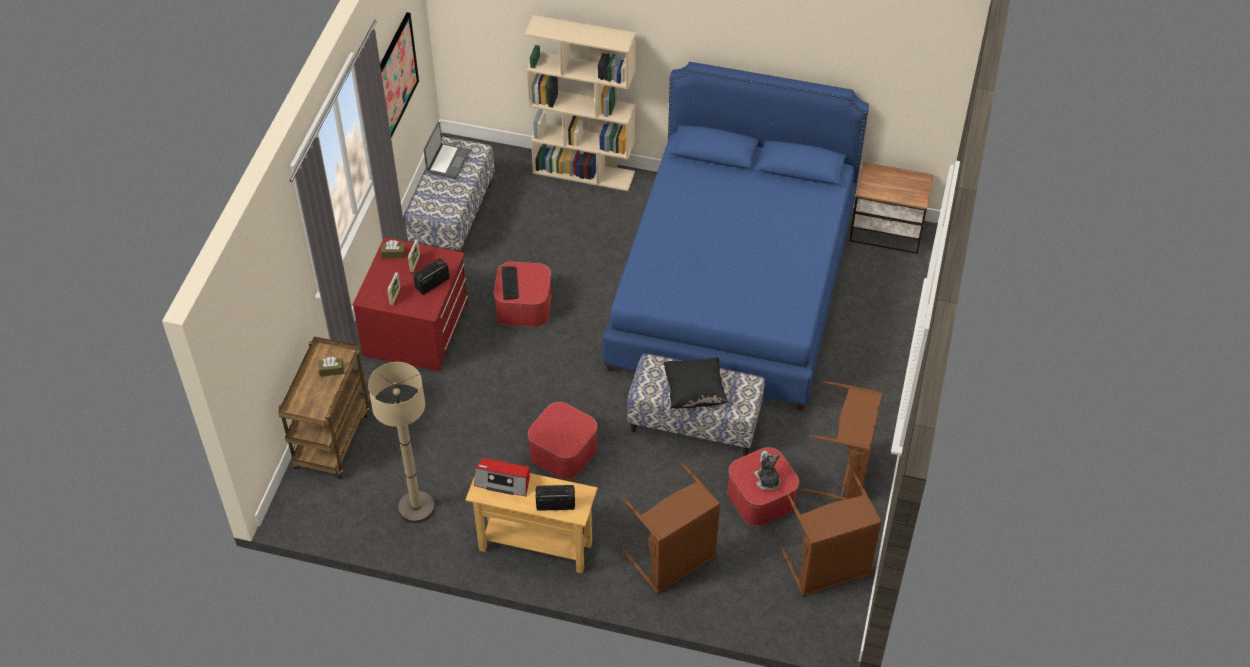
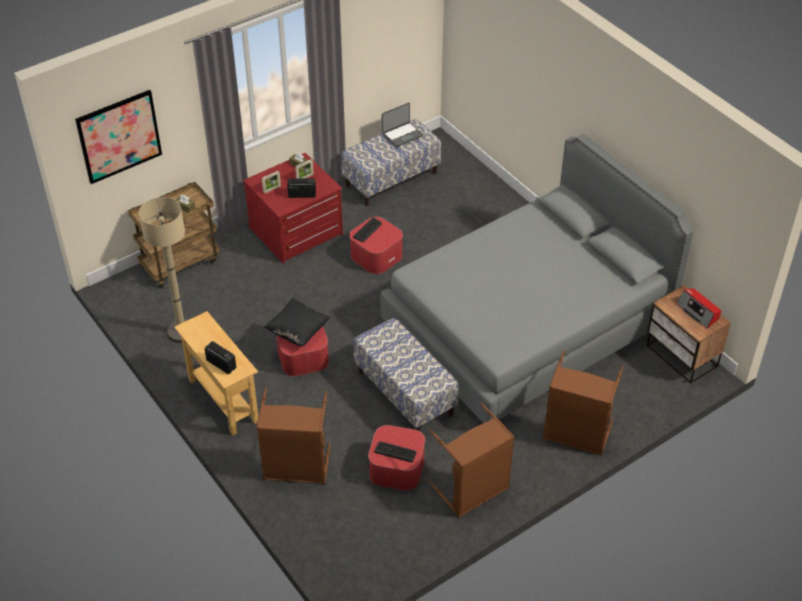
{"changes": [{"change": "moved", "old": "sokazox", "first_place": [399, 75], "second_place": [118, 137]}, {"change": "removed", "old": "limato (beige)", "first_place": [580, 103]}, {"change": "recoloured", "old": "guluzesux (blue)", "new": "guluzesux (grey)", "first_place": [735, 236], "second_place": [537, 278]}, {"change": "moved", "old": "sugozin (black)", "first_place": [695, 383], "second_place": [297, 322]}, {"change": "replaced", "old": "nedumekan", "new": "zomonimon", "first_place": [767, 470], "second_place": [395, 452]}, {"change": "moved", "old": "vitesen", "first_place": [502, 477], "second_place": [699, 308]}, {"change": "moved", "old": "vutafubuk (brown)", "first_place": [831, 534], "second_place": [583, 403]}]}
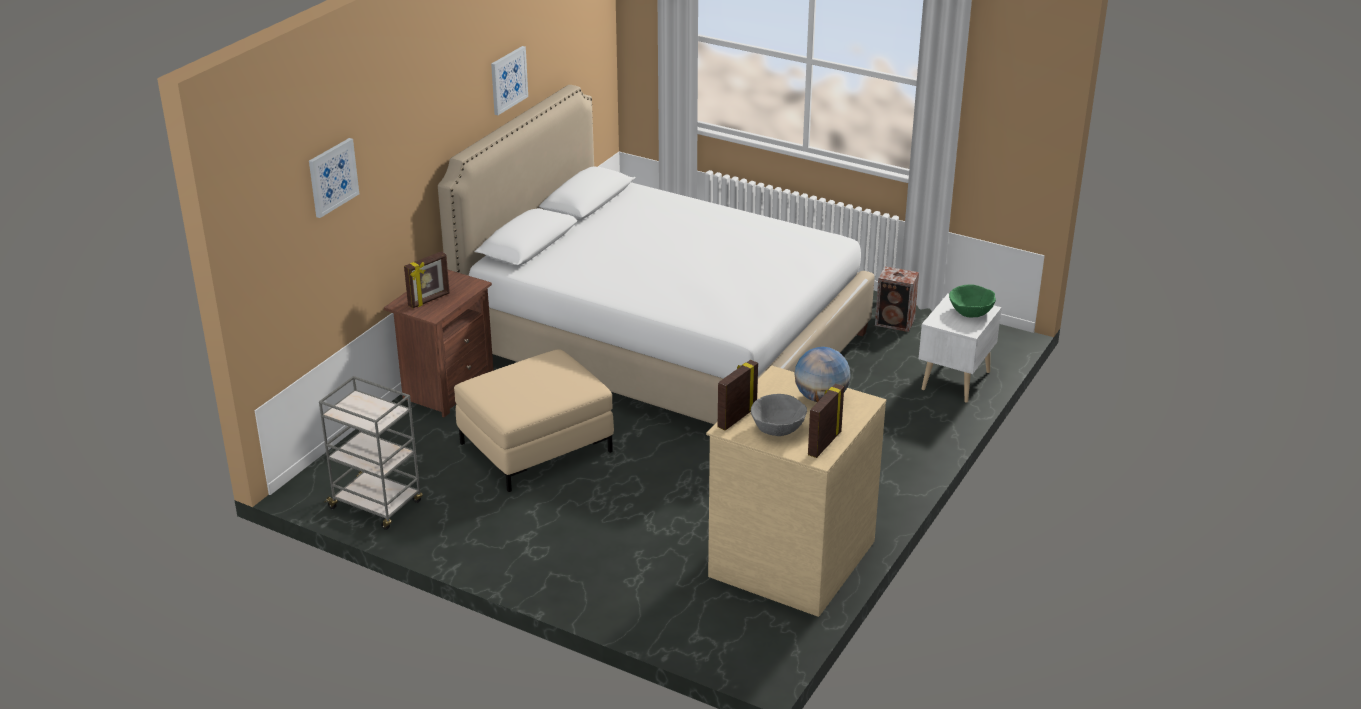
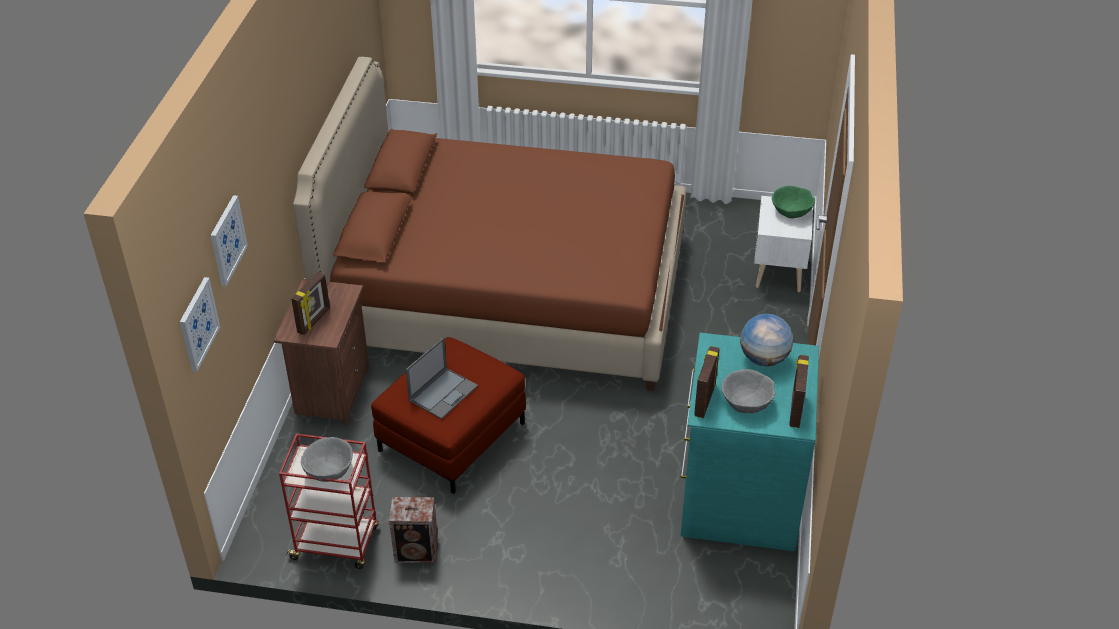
{"changes": [{"change": "moved", "old": "sokazox", "first_place": [509, 80], "second_place": [200, 324]}, {"change": "recoloured", "old": "guluzesux (white)", "new": "guluzesux (brown)", "first_place": [656, 254], "second_place": [489, 224]}, {"change": "moved", "old": "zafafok", "first_place": [897, 299], "second_place": [413, 530]}, {"change": "recoloured", "old": "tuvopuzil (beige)", "new": "tuvopuzil (red)", "first_place": [534, 420], "second_place": [448, 415]}, {"change": "recoloured", "old": "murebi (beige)", "new": "murebi (turquoise)", "first_place": [796, 491], "second_place": [750, 442]}, {"change": "recoloured", "old": "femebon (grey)", "new": "femebon (red)", "first_place": [371, 453], "second_place": [329, 501]}, {"change": "added", "new": "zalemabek", "second_place": [442, 378]}, {"change": "added", "new": "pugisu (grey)", "second_place": [326, 459]}]}
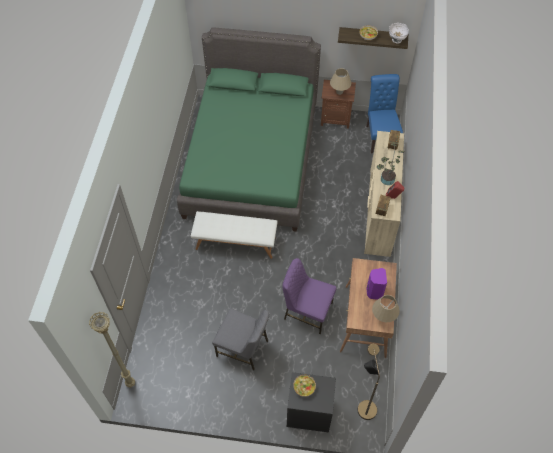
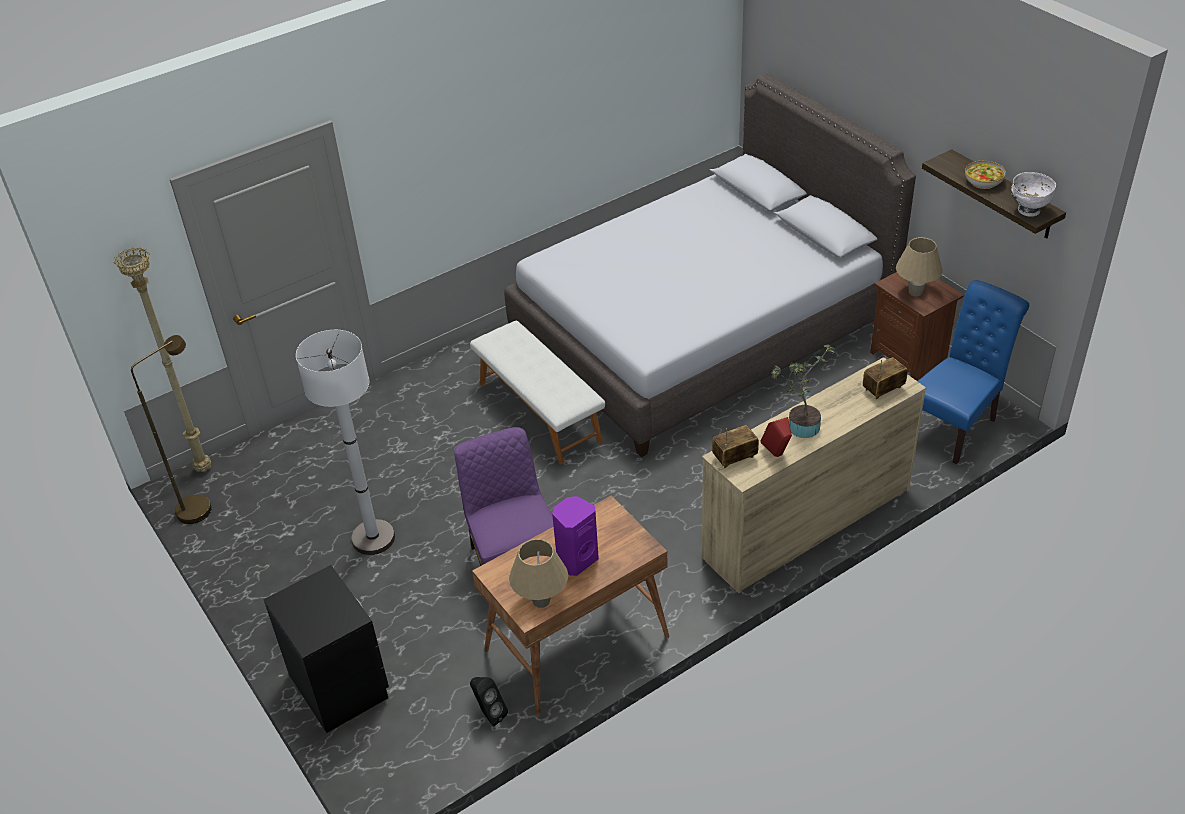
{"changes": [{"change": "recoloured", "old": "guluzesux (green)", "new": "guluzesux (grey)", "first_place": [249, 129], "second_place": [710, 265]}, {"change": "replaced", "old": "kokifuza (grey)", "new": "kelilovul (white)", "first_place": [241, 339], "second_place": [345, 442]}, {"change": "moved", "old": "kelilovul (brown)", "first_place": [369, 382], "second_place": [171, 429]}, {"change": "removed", "old": "pugisu", "first_place": [304, 386]}]}
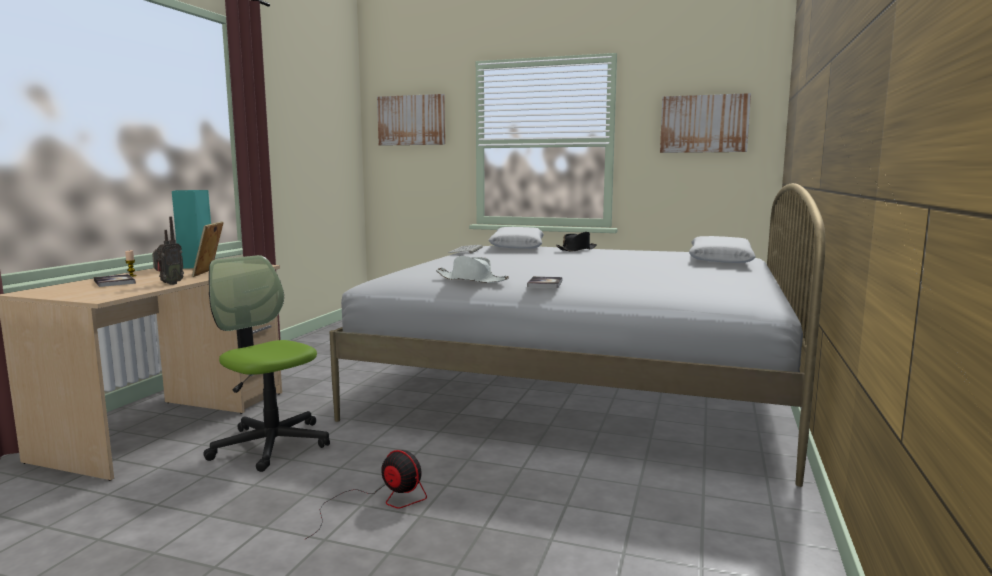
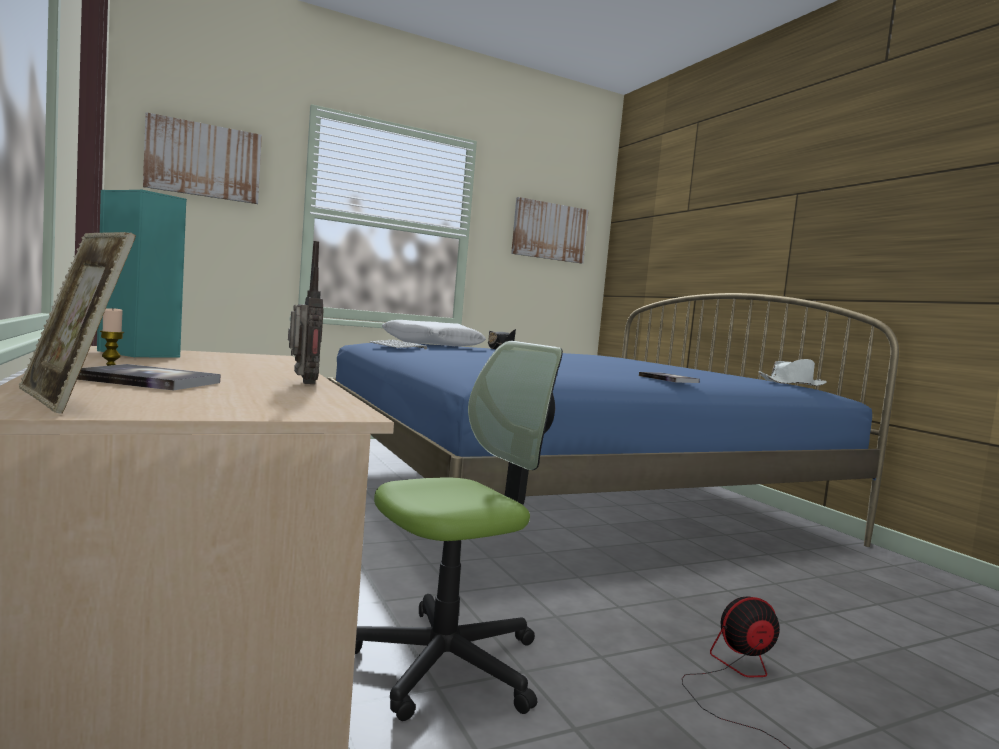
{"changes": [{"change": "recoloured", "old": "guluzesux (white)", "new": "guluzesux (blue)", "first_place": [577, 335], "second_place": [613, 420]}, {"change": "moved", "old": "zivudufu", "first_place": [208, 249], "second_place": [77, 323]}, {"change": "removed", "old": "sugozin (white)", "first_place": [722, 249]}, {"change": "turned", "old": "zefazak", "first_place": [266, 363], "second_place": [459, 531], "degrees": 150}, {"change": "moved", "old": "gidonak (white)", "first_place": [472, 269], "second_place": [793, 372]}]}
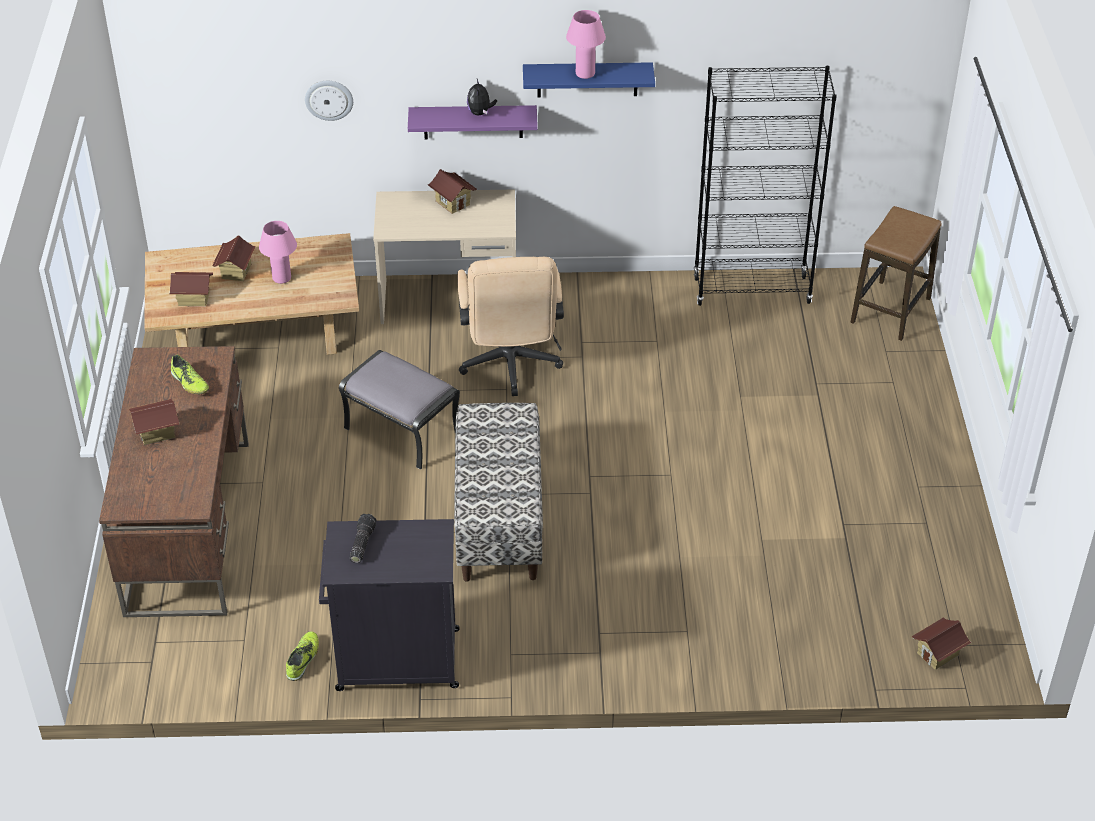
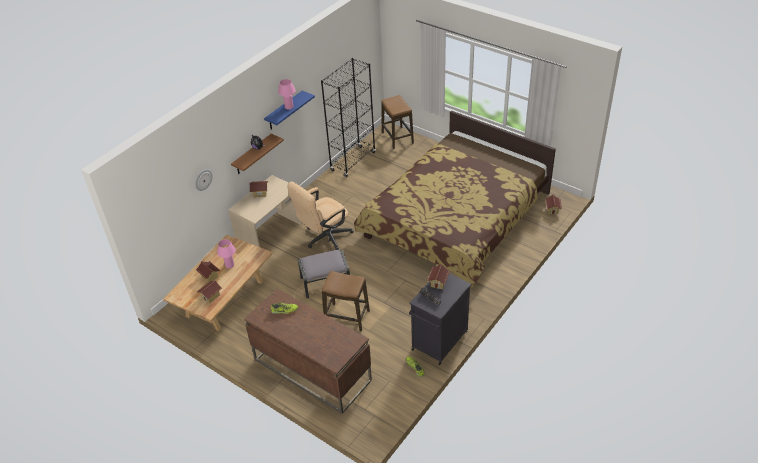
{"changes": [{"change": "recoloured", "old": "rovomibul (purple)", "new": "rovomibul (brown)", "first_place": [473, 122], "second_place": [257, 154]}, {"change": "turned", "old": "zefazak (beige)", "first_place": [510, 326], "second_place": [320, 215], "degrees": 105}, {"change": "moved", "old": "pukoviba", "first_place": [154, 422], "second_place": [438, 276]}, {"change": "removed", "old": "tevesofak", "first_place": [498, 492]}, {"change": "added", "new": "guluzesux", "second_place": [455, 199]}, {"change": "added", "new": "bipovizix", "second_place": [346, 301]}]}
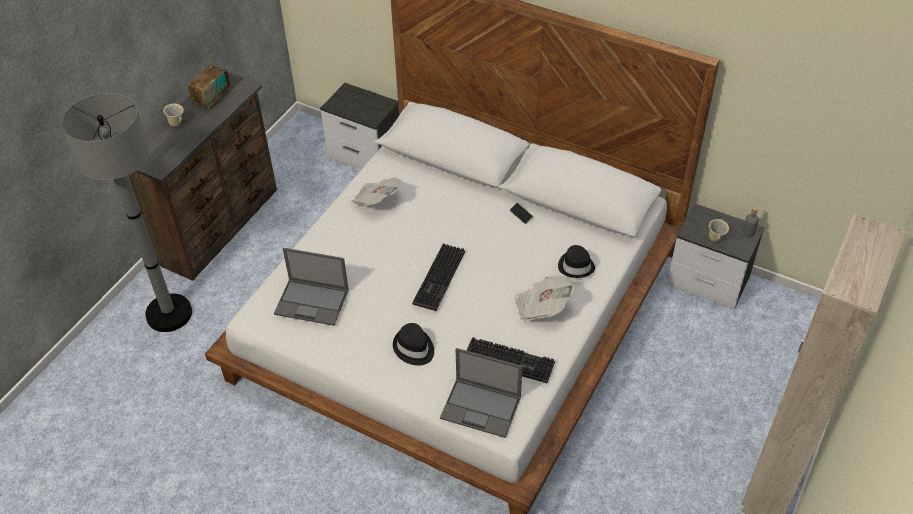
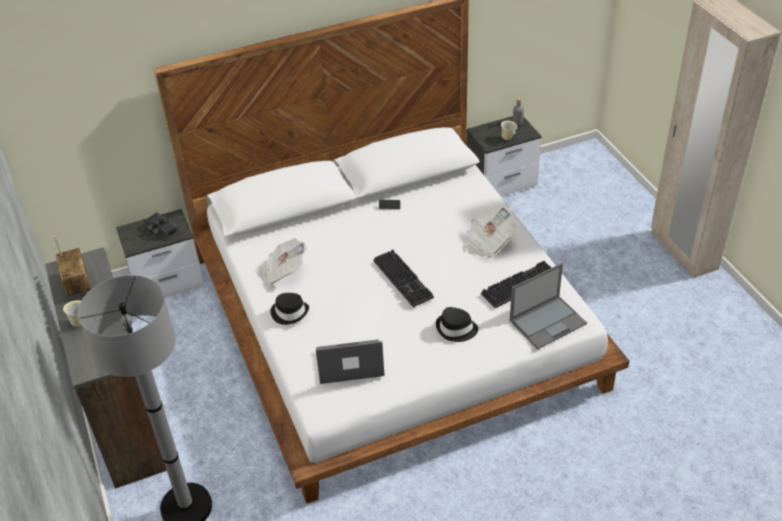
{"changes": [{"change": "moved", "old": "gidonak (black)", "first_place": [576, 261], "second_place": [289, 309]}, {"change": "turned", "old": "zalemabek", "first_place": [311, 287], "second_place": [350, 361], "degrees": -150}, {"change": "added", "new": "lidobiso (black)", "second_place": [161, 225]}]}
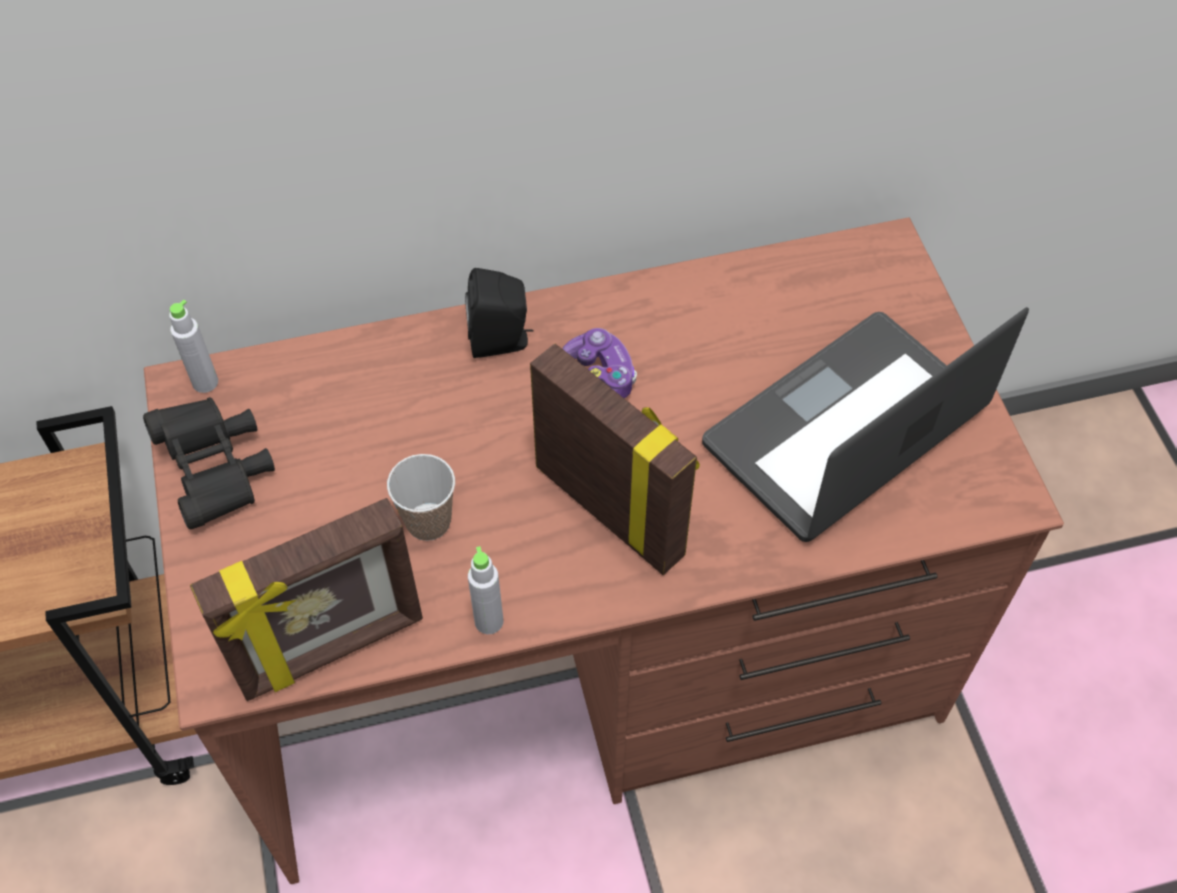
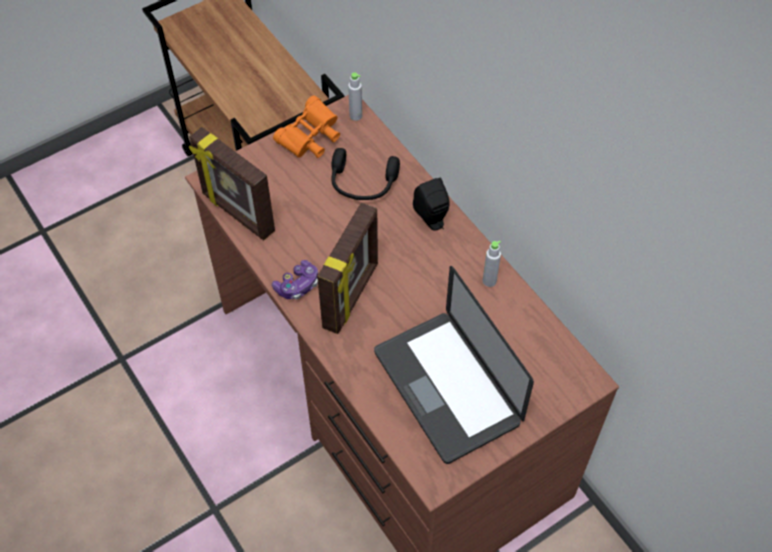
{"changes": [{"change": "turned", "old": "zalemabek", "first_place": [865, 424], "second_place": [454, 365], "degrees": -150}, {"change": "moved", "old": "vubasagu", "first_place": [599, 363], "second_place": [295, 279]}, {"change": "recoloured", "old": "lidobiso (black)", "new": "lidobiso (orange)", "first_place": [209, 463], "second_place": [306, 127]}, {"change": "removed", "old": "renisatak", "first_place": [421, 497]}, {"change": "moved", "old": "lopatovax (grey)", "first_place": [485, 590], "second_place": [491, 263]}, {"change": "added", "new": "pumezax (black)", "second_place": [365, 174]}]}
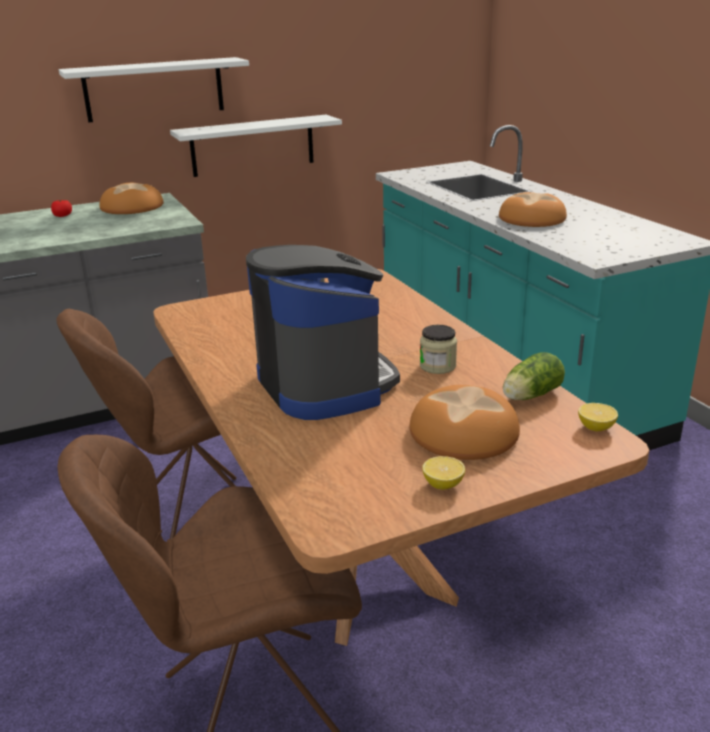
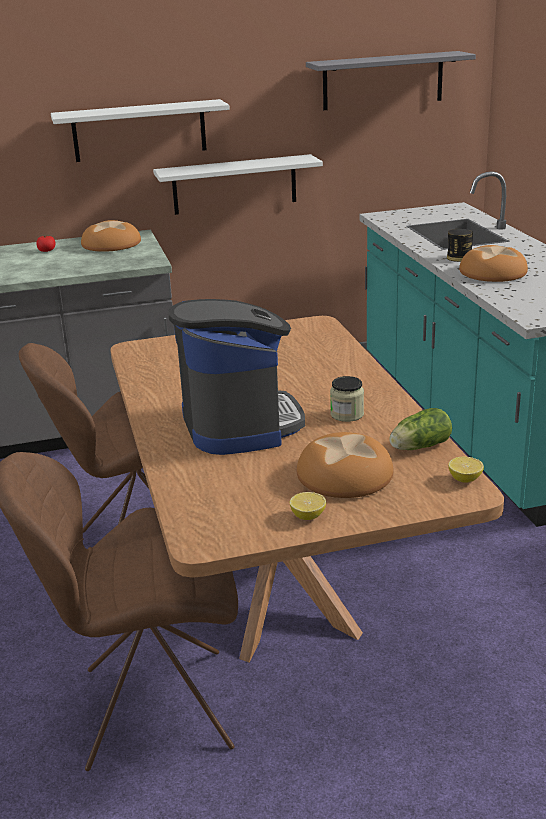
{"changes": [{"change": "added", "new": "rovomibul (grey)", "second_place": [391, 80]}, {"change": "added", "new": "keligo", "second_place": [460, 245]}]}
